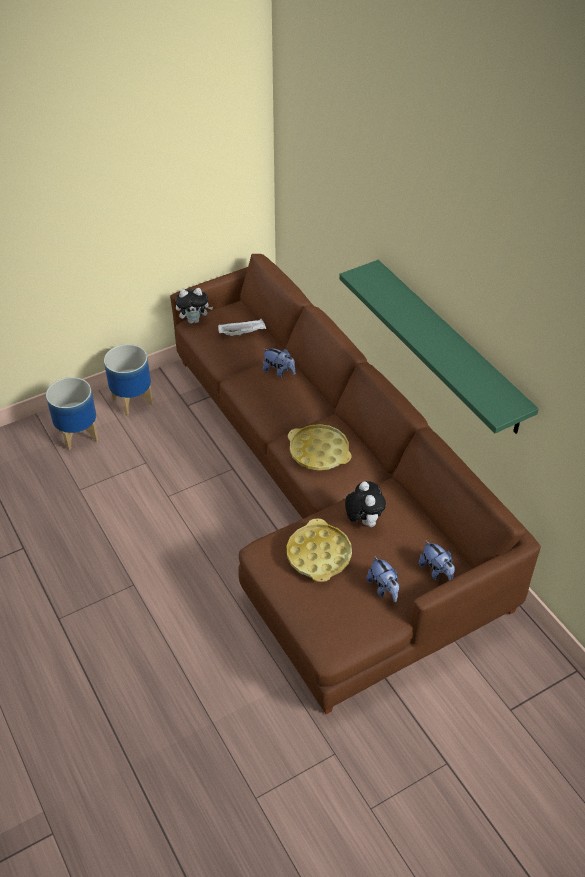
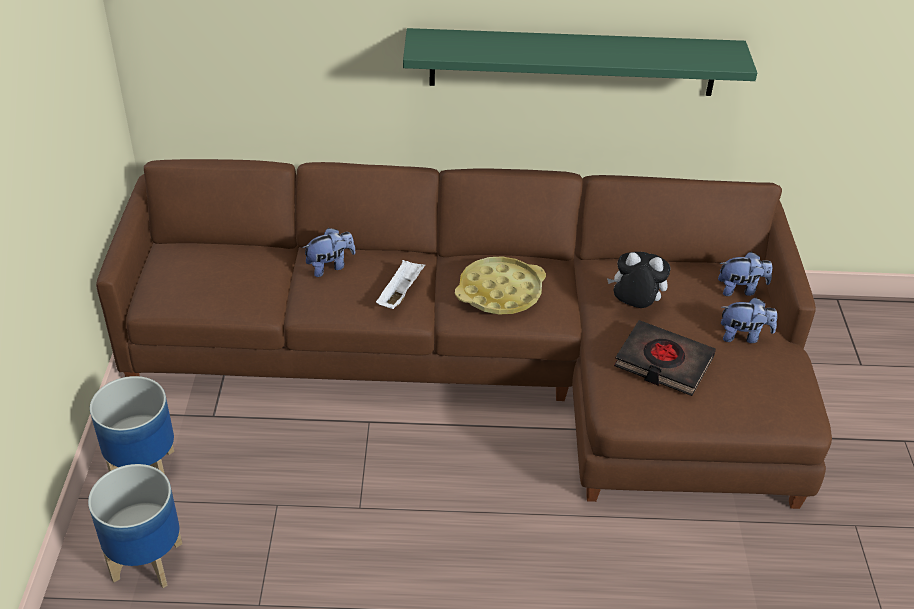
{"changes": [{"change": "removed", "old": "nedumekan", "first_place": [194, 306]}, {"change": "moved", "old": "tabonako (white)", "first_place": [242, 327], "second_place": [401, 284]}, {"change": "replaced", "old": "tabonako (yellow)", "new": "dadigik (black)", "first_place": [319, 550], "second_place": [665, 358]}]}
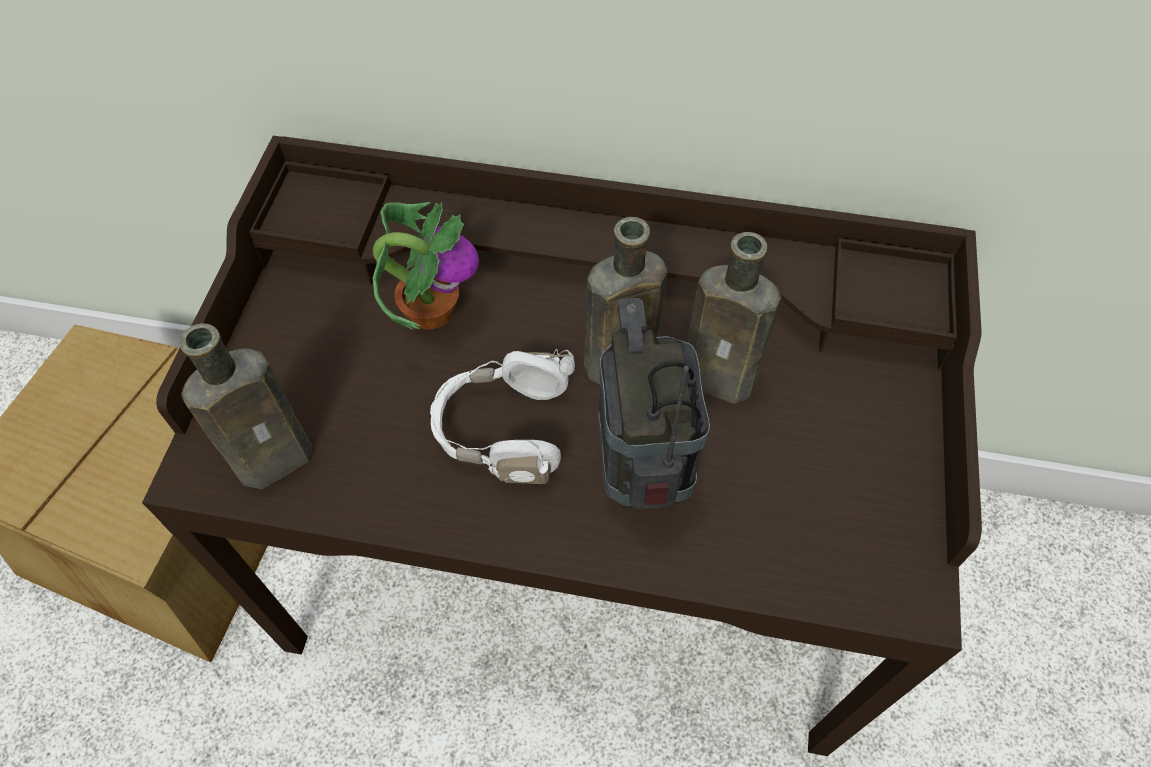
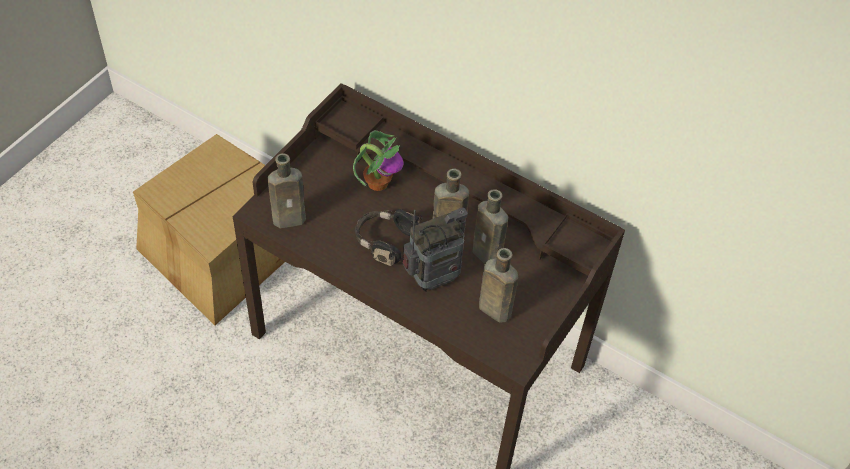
{"changes": [{"change": "turned", "old": "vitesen", "first_place": [654, 403], "second_place": [435, 249], "degrees": 45}, {"change": "recoloured", "old": "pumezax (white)", "new": "pumezax (black)", "first_place": [502, 416], "second_place": [389, 237]}, {"change": "added", "new": "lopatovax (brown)", "second_place": [498, 285]}]}
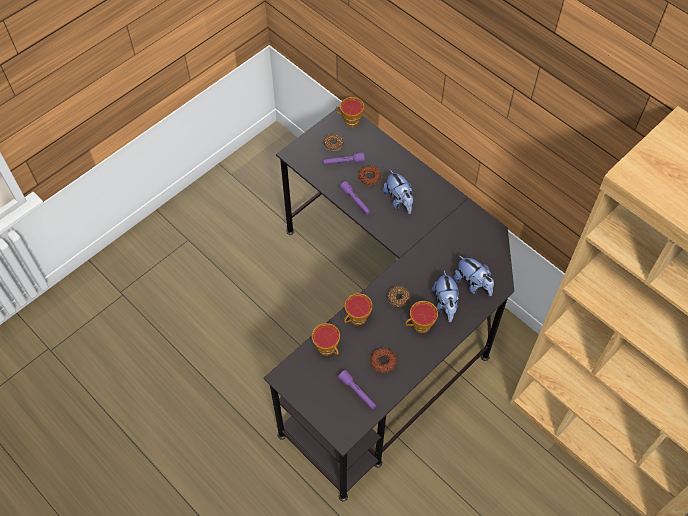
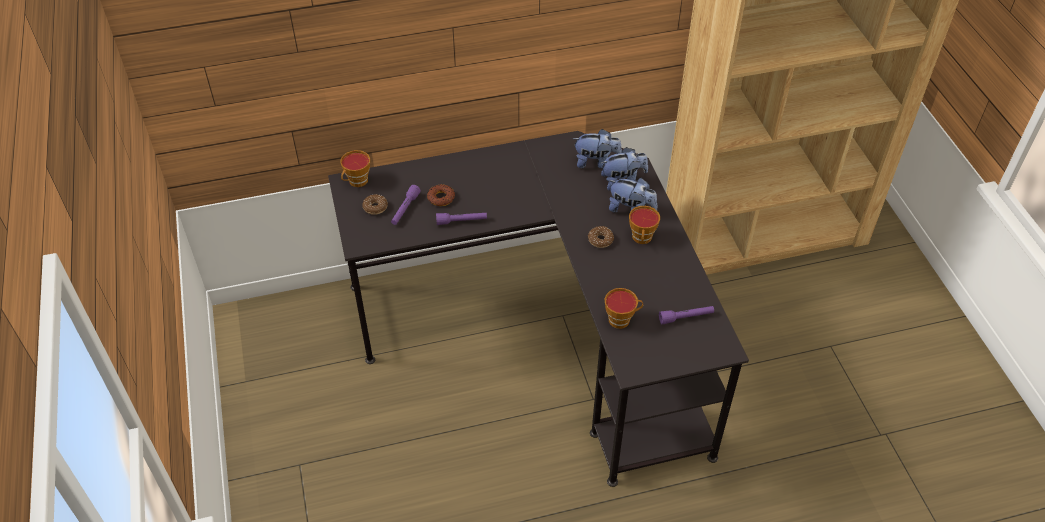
{"changes": [{"change": "moved", "old": "nedumekan", "first_place": [398, 192], "second_place": [597, 148]}, {"change": "removed", "old": "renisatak", "first_place": [358, 309]}, {"change": "removed", "old": "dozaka", "first_place": [383, 360]}]}
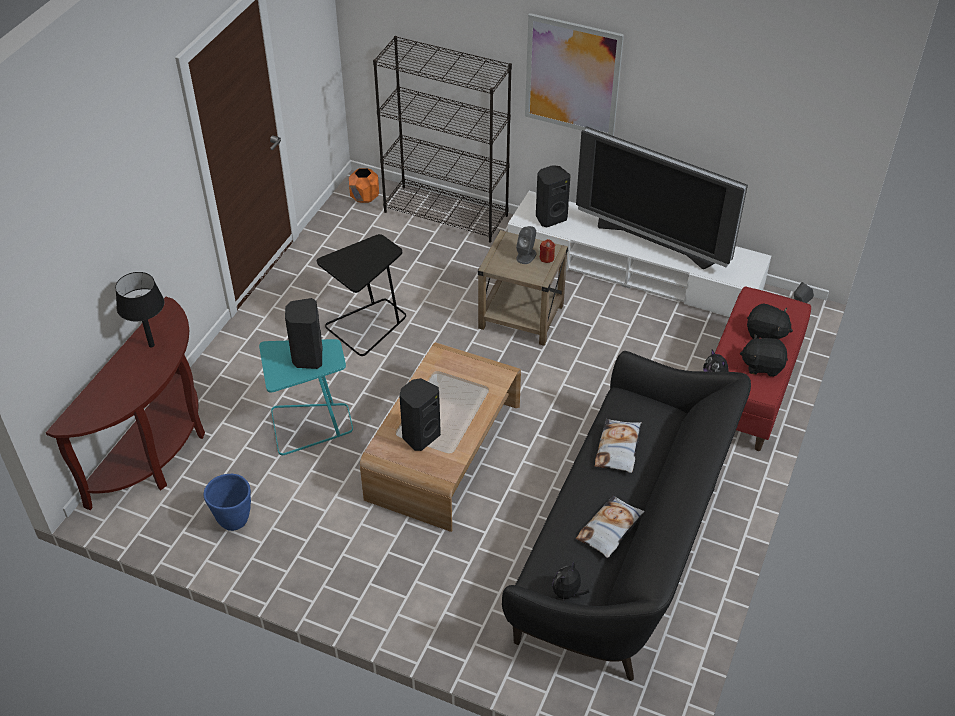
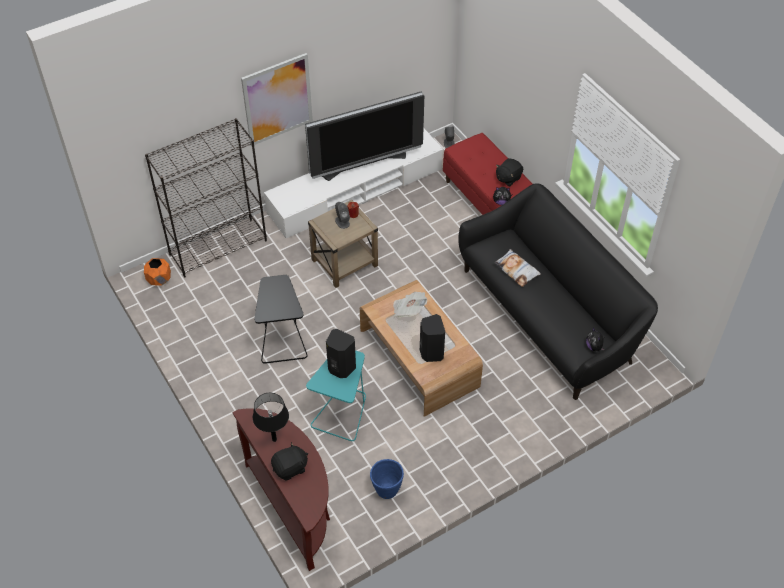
{"changes": [{"change": "removed", "old": "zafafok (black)", "first_place": [553, 196]}, {"change": "moved", "old": "nedumekan (black)", "first_place": [770, 321], "second_place": [289, 461]}, {"change": "removed", "old": "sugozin", "first_place": [609, 526]}, {"change": "added", "new": "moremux", "second_place": [410, 304]}]}
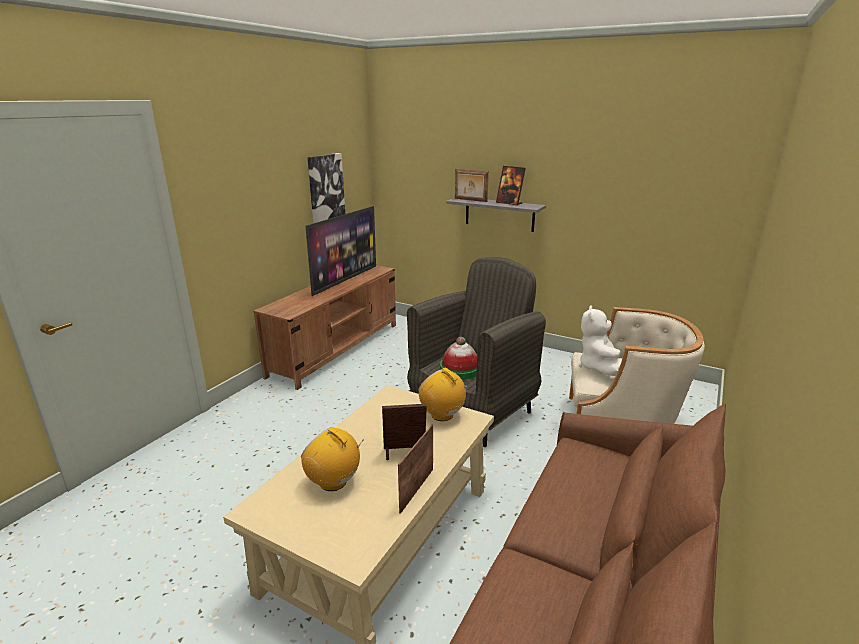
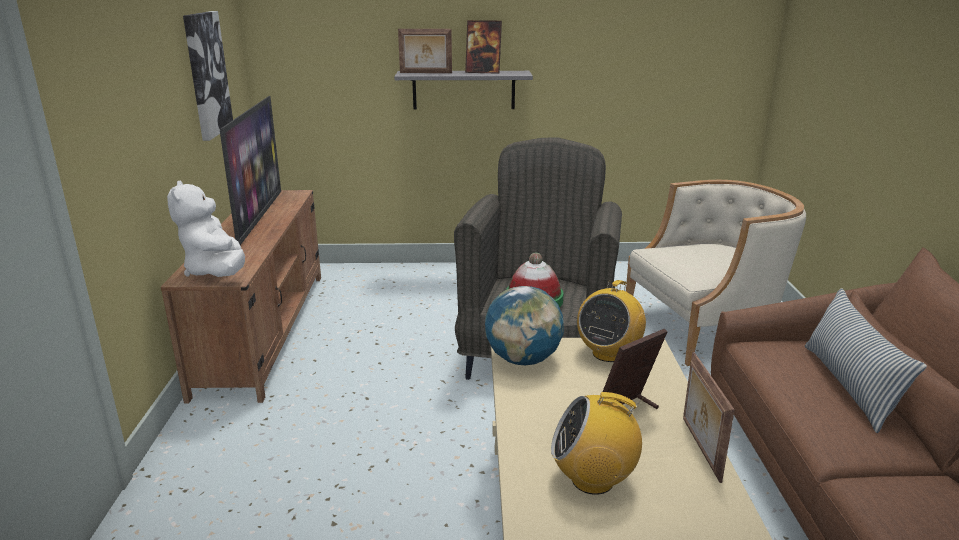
{"changes": [{"change": "moved", "old": "nedumekan (white)", "first_place": [600, 340], "second_place": [206, 228]}, {"change": "turned", "old": "vitesen", "first_place": [445, 394], "second_place": [611, 321], "degrees": -75}, {"change": "added", "new": "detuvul", "second_place": [524, 325]}, {"change": "added", "new": "sugozin", "second_place": [866, 360]}]}
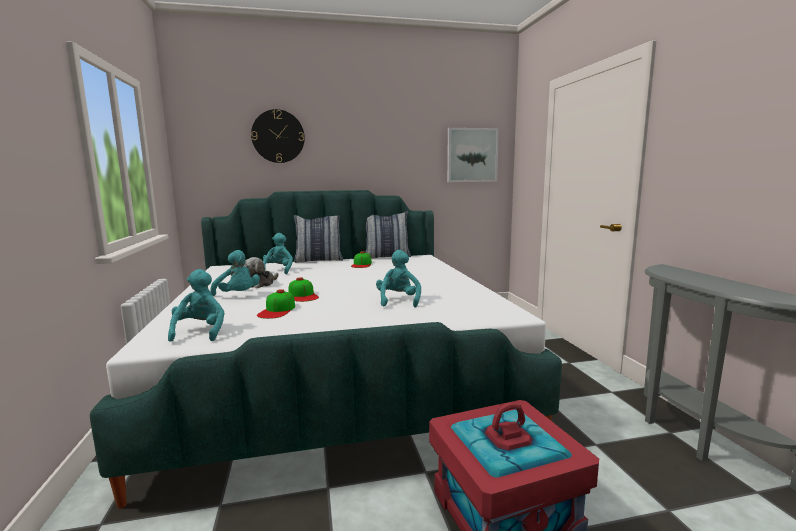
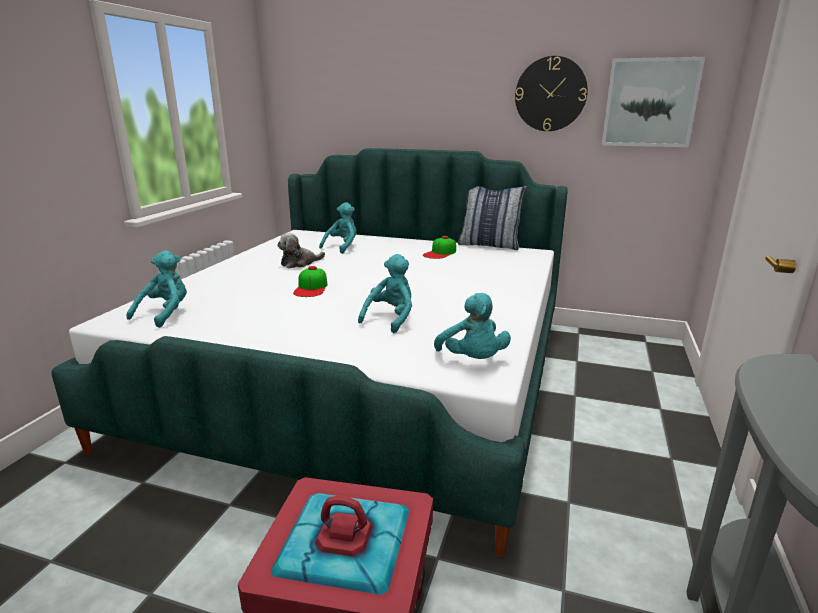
{"changes": [{"change": "moved", "old": "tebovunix", "first_place": [278, 136], "second_place": [551, 93]}, {"change": "removed", "old": "sugozin", "first_place": [318, 239]}, {"change": "moved", "old": "nedumekan (turquoise)", "first_place": [235, 273], "second_place": [472, 326]}, {"change": "removed", "old": "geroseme", "first_place": [276, 304]}]}
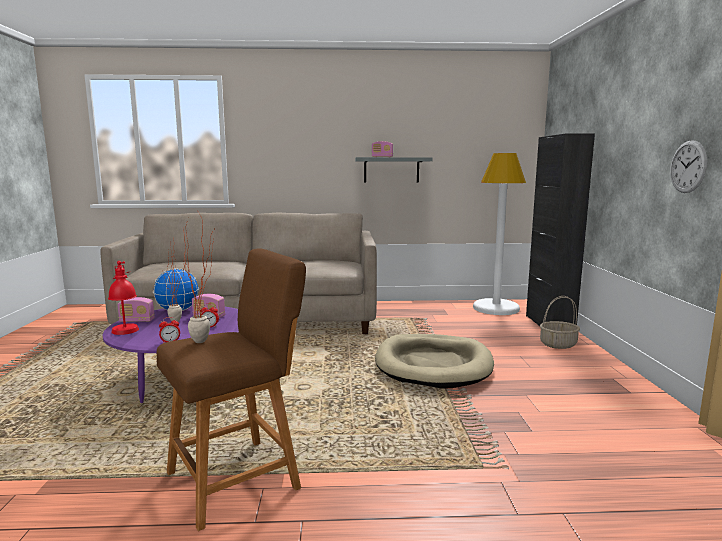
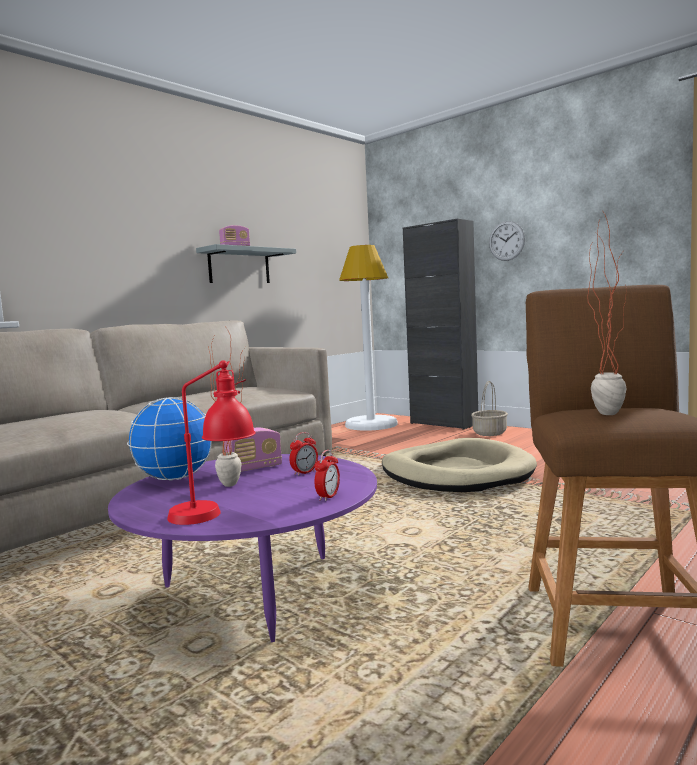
{"changes": [{"change": "moved", "old": "tebovunix", "first_place": [688, 166], "second_place": [507, 241]}, {"change": "removed", "old": "vitesen", "first_place": [135, 309]}]}
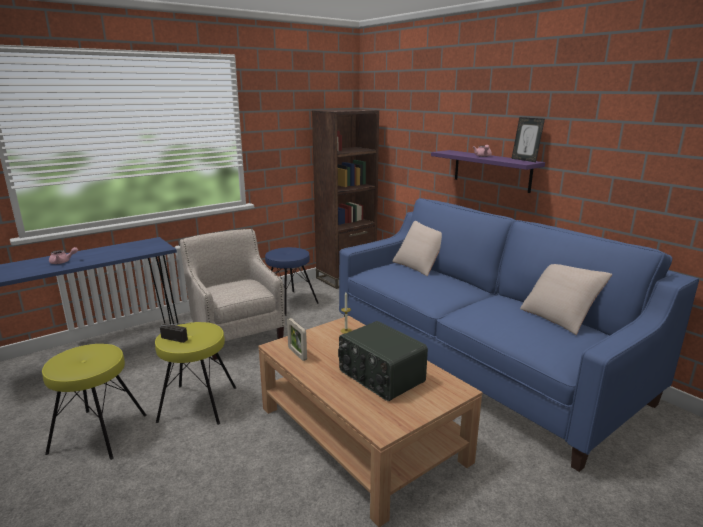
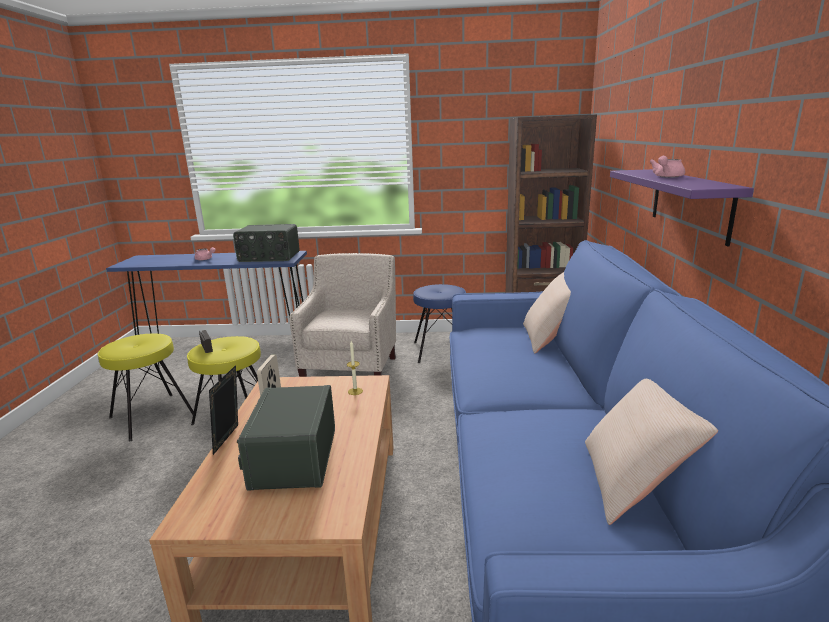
{"changes": [{"change": "moved", "old": "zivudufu", "first_place": [528, 139], "second_place": [223, 410]}, {"change": "added", "new": "vitesen", "second_place": [266, 243]}]}
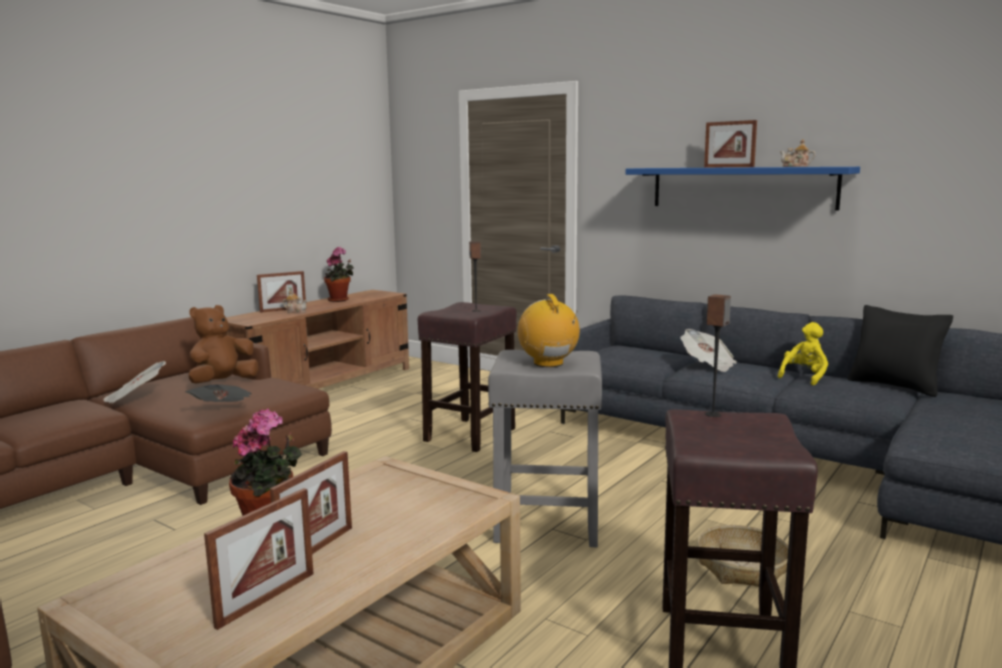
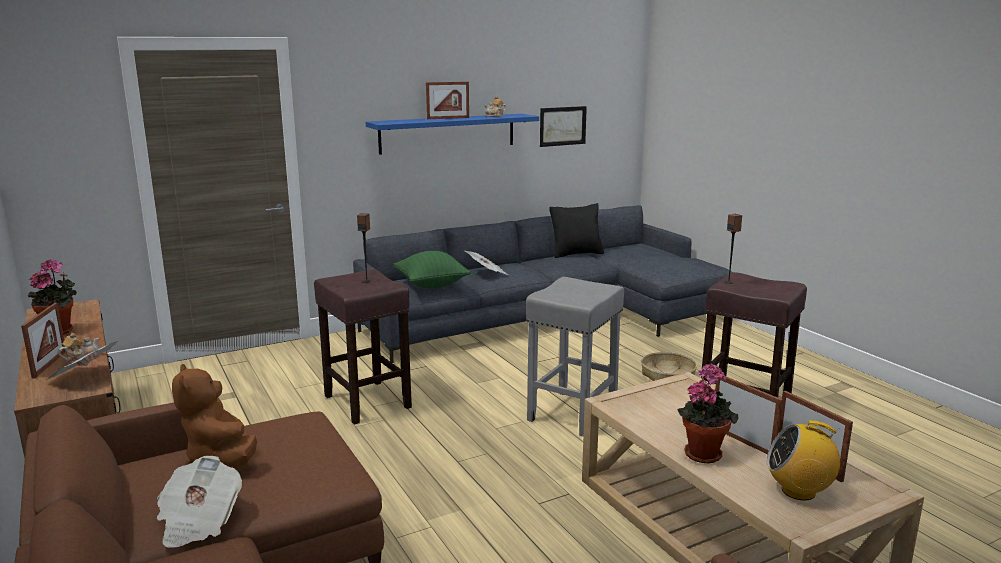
{"changes": [{"change": "moved", "old": "vitesen", "first_place": [549, 330], "second_place": [803, 460]}, {"change": "removed", "old": "nedumekan (yellow)", "first_place": [802, 353]}, {"change": "moved", "old": "moremux", "first_place": [218, 393], "second_place": [82, 360]}, {"change": "added", "new": "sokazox", "second_place": [563, 126]}, {"change": "added", "new": "sugozin (green)", "second_place": [432, 269]}]}
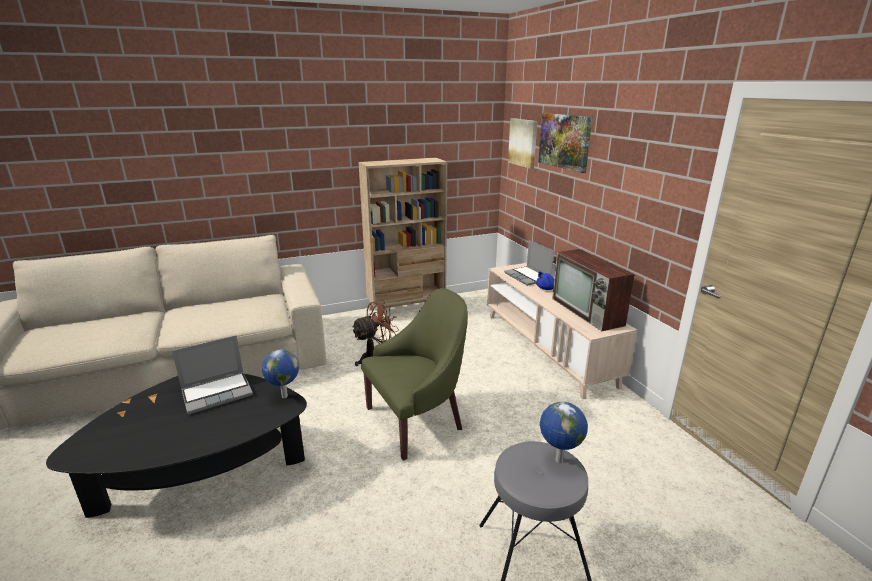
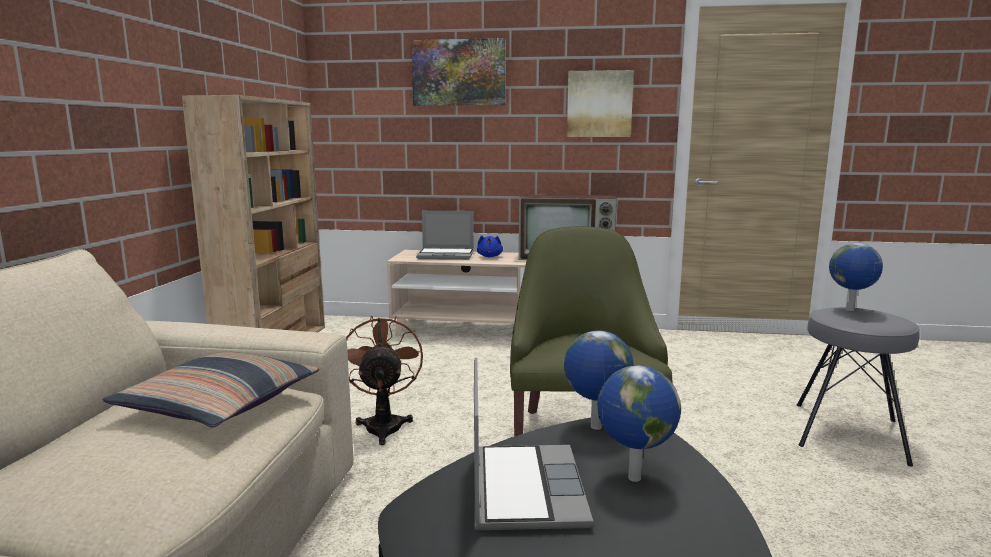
{"changes": [{"change": "moved", "old": "sokazox", "first_place": [522, 143], "second_place": [600, 103]}, {"change": "added", "new": "sugozin", "second_place": [210, 389]}, {"change": "added", "new": "detuvul", "second_place": [639, 424]}]}
